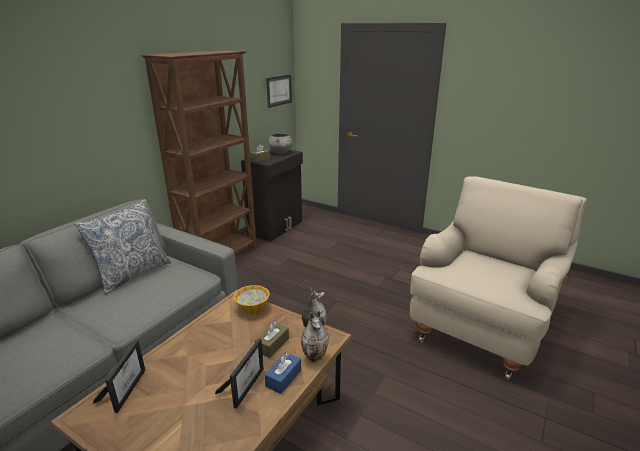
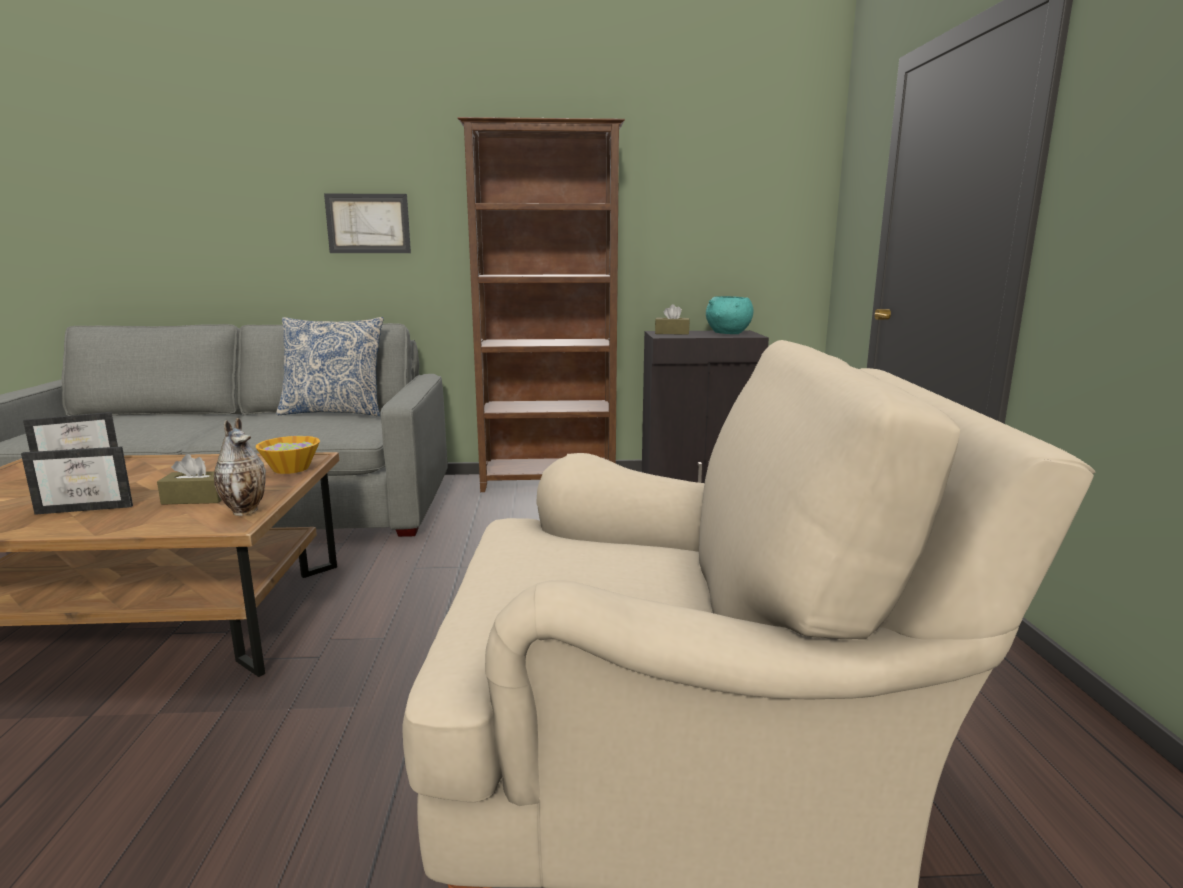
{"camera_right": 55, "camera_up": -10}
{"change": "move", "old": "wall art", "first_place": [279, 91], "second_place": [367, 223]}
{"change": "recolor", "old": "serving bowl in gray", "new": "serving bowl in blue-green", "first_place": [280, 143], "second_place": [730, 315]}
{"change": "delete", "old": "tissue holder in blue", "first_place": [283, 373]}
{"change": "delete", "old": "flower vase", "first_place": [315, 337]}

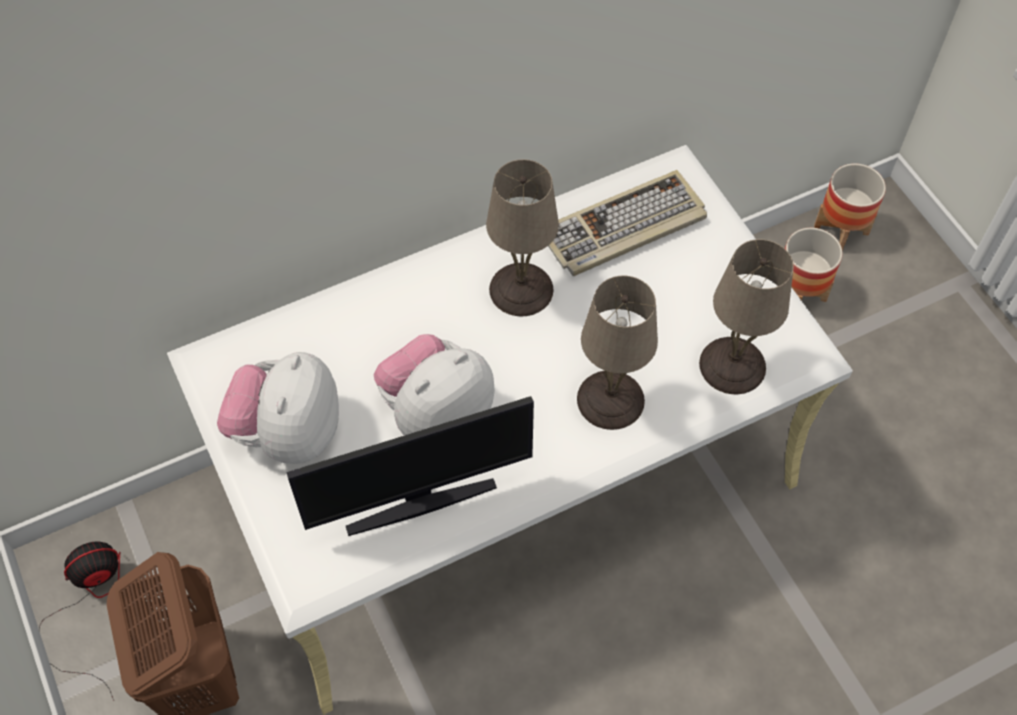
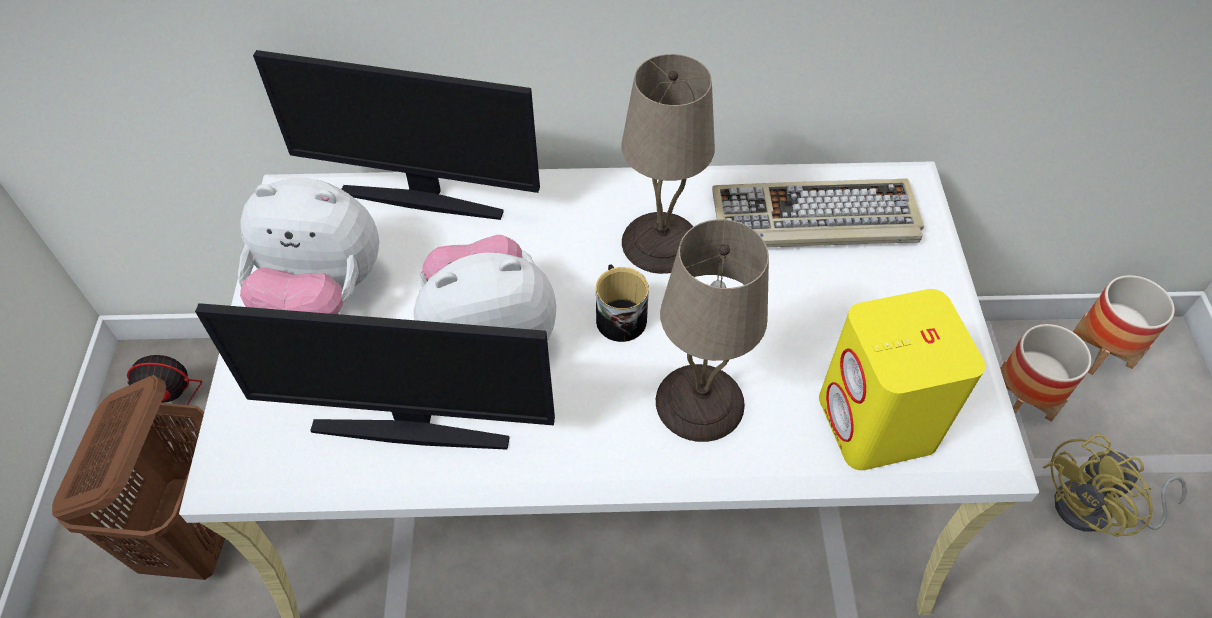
{"camera_right": 25, "camera_up": -5}
{"change": "rotate", "old": "cuddly toy", "first_place": [278, 408], "second_place": [308, 246], "degrees": -120}
{"change": "insert", "new": "monitor", "second_place": [396, 135]}
{"change": "insert", "new": "tea mug", "second_place": [622, 303]}
{"change": "replace", "old": "table lamp in beige-coloured", "new": "loudspeaker in yellowish", "first_place": [746, 316], "second_place": [902, 379]}
{"change": "insert", "new": "cooling fan in yellowish", "second_place": [1115, 485]}

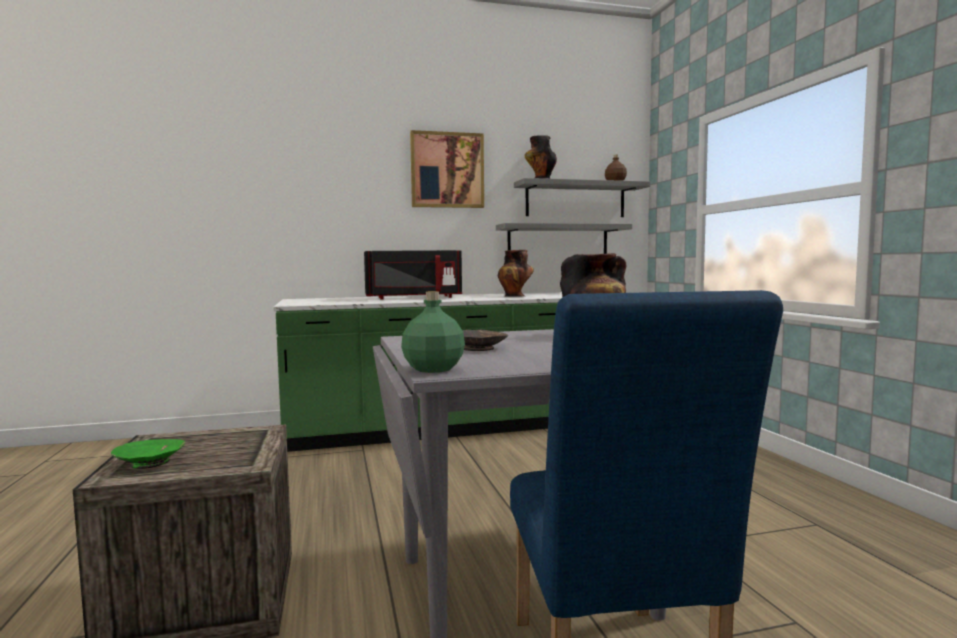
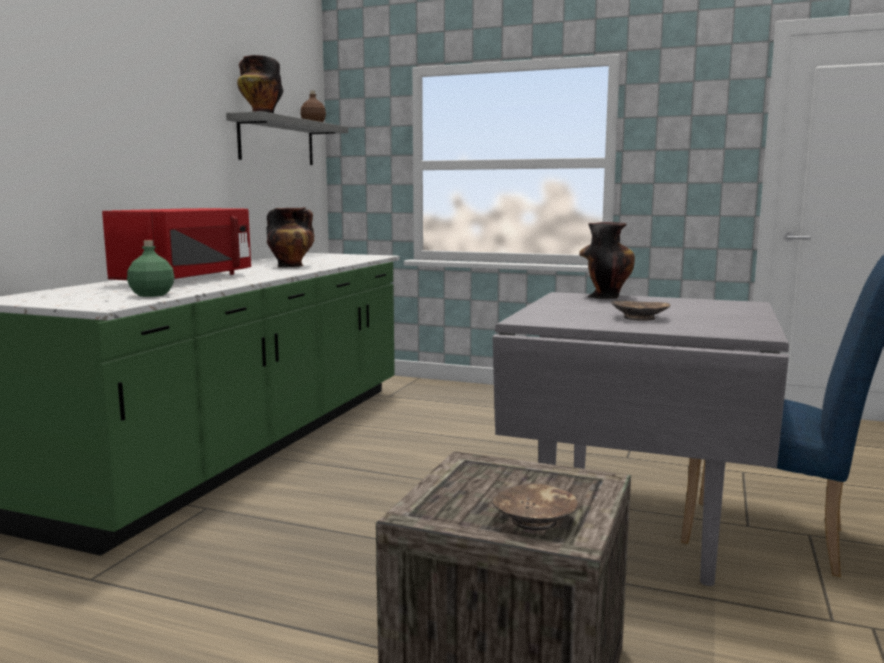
{"camera_right": -55, "camera_up": 5}
{"change": "recolor", "old": "microwave oven in blackish", "new": "microwave oven in red-coloured", "first_place": [413, 275], "second_place": [176, 244]}
{"change": "move", "old": "bottle in greenish", "first_place": [433, 332], "second_place": [151, 268]}
{"change": "recolor", "old": "serving bowl in greenish", "new": "serving bowl in brownish", "first_place": [148, 454], "second_place": [535, 506]}
{"change": "delete", "old": "wall art", "first_place": [447, 169]}
{"change": "delete", "old": "wall shelf in gray", "first_place": [564, 238]}

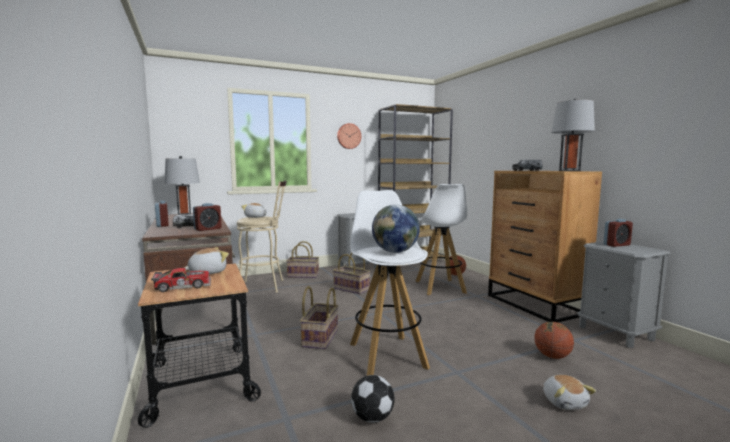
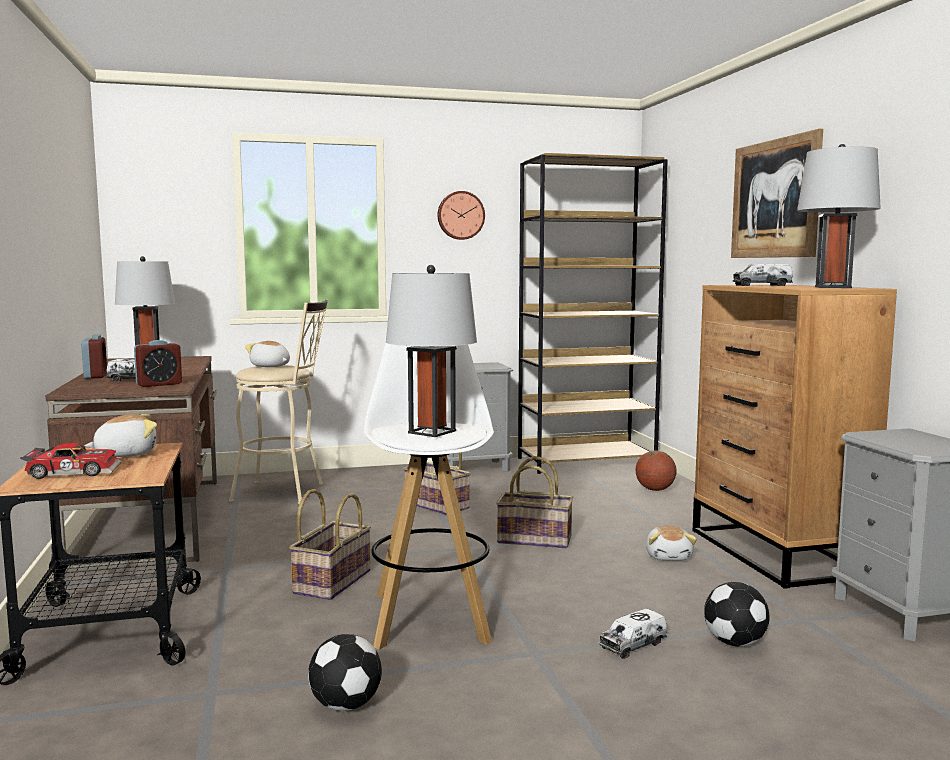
{"camera_right": 10, "camera_up": 0}
{"change": "replace", "old": "desk globe", "new": "table lamp in gray", "first_place": [396, 228], "second_place": [431, 351]}
{"change": "move", "old": "household basket", "first_place": [302, 259], "second_place": [534, 502]}
{"change": "insert", "new": "model truck", "second_place": [633, 633]}
{"change": "move", "old": "cuddly toy", "first_place": [569, 392], "second_place": [671, 543]}
{"change": "replace", "old": "ball for basketball", "new": "football ball", "first_place": [554, 340], "second_place": [737, 614]}
{"change": "insert", "new": "wall art", "second_place": [777, 193]}
{"change": "delete", "old": "stool in white-coloured", "first_place": [441, 239]}
{"change": "delete", "old": "bedside clock", "first_place": [618, 233]}

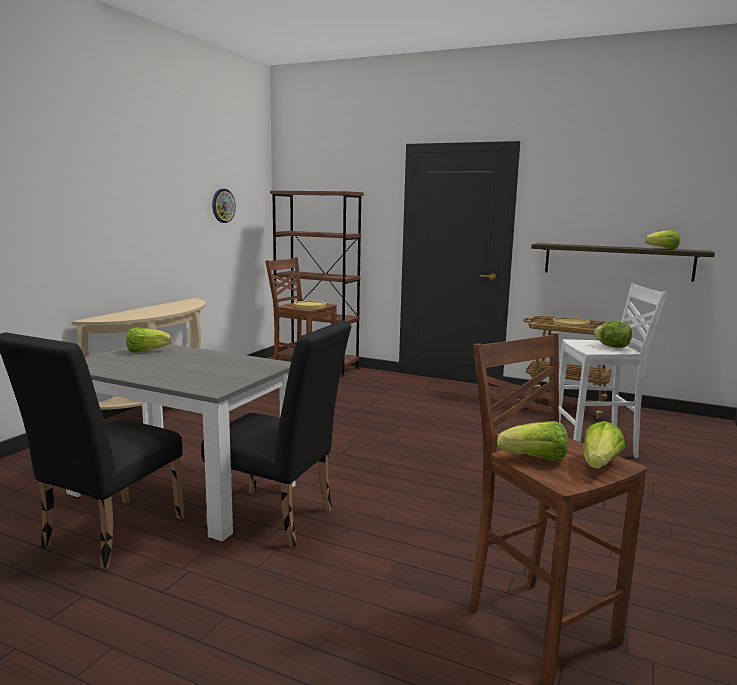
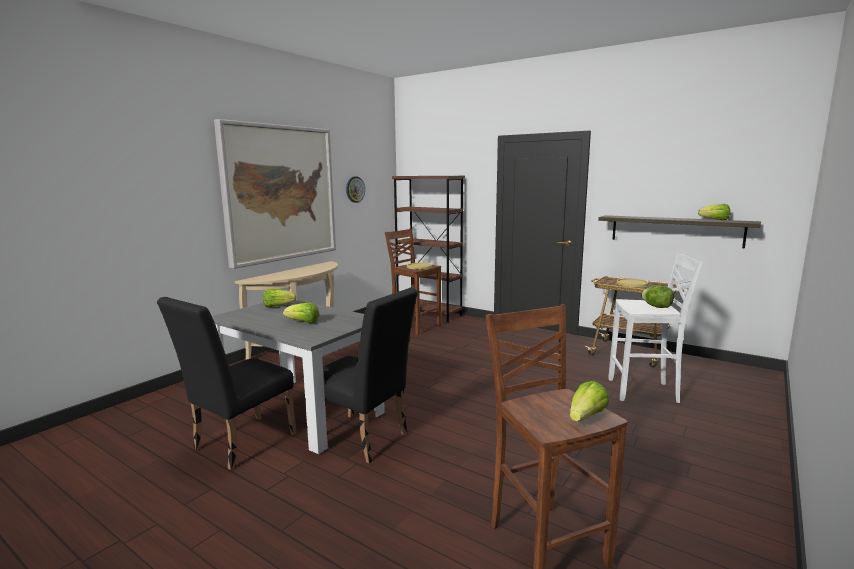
{"camera_right": 10, "camera_up": 0}
{"change": "insert", "new": "wall art", "second_place": [275, 194]}
{"change": "move", "old": "lettuce head", "first_place": [532, 441], "second_place": [301, 313]}

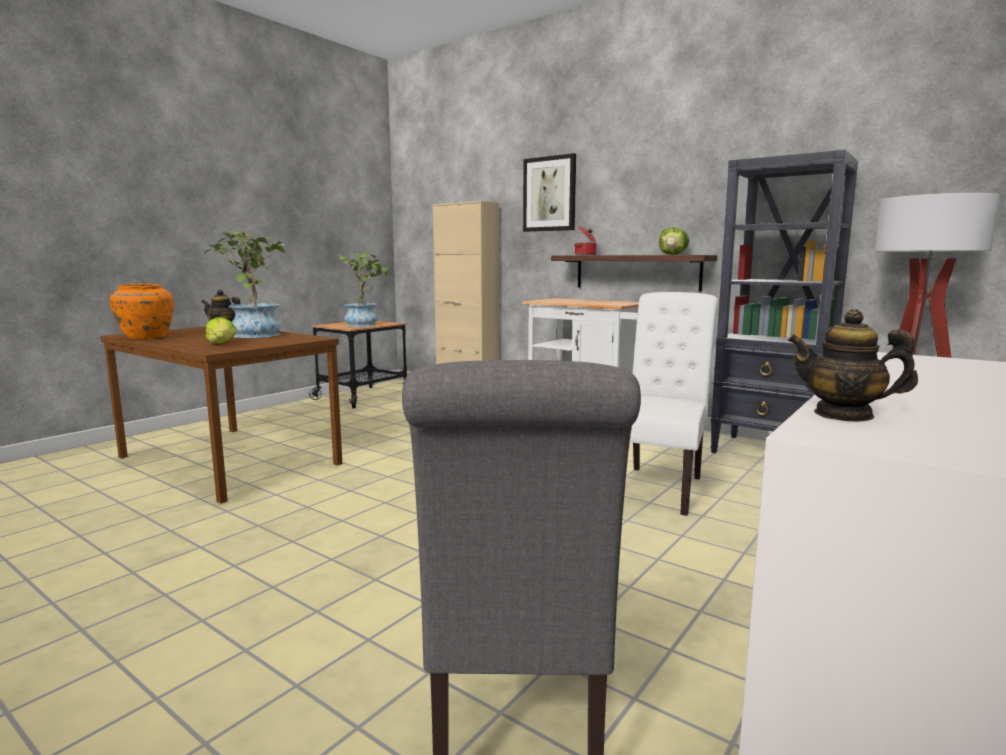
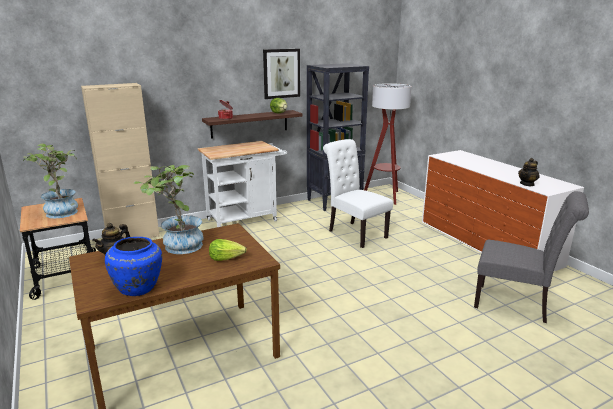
{"camera_right": -65, "camera_up": 10}
{"change": "recolor", "old": "flower vase in orangey", "new": "flower vase in blue", "first_place": [142, 312], "second_place": [133, 266]}
{"change": "move", "old": "wall art", "first_place": [549, 192], "second_place": [281, 74]}

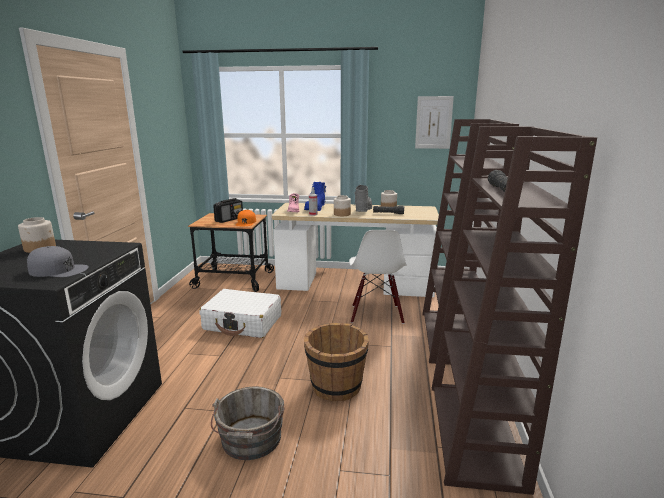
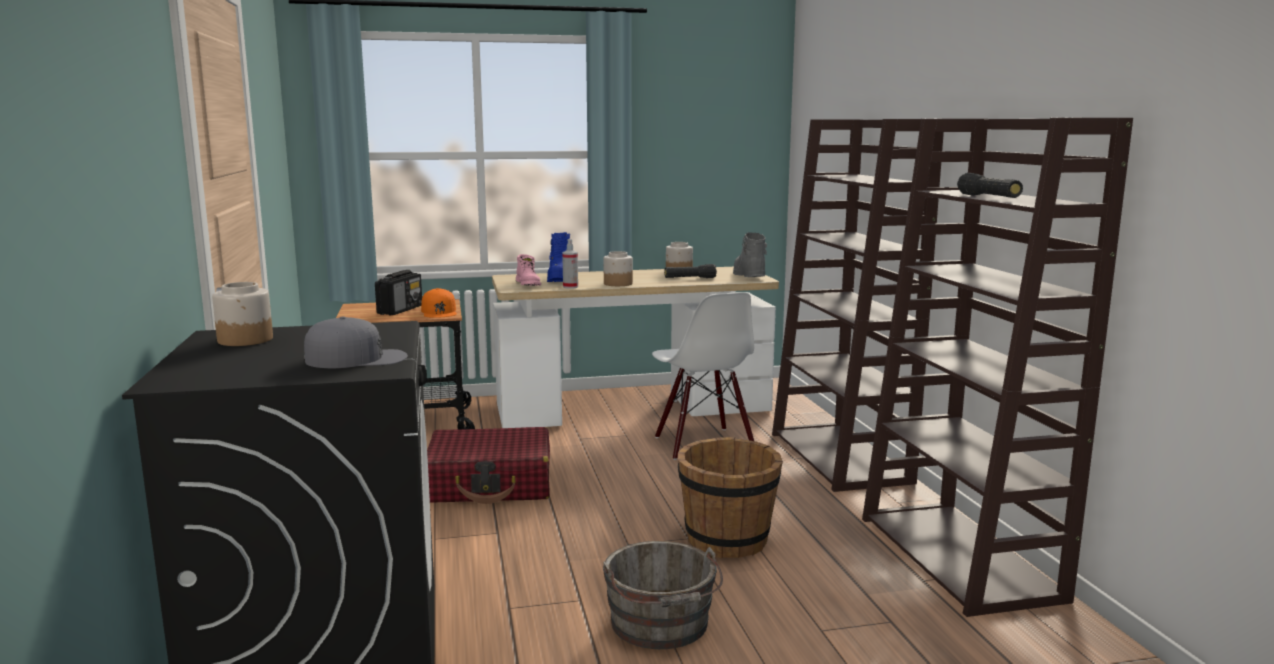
{"camera_right": -20, "camera_up": -5}
{"change": "recolor", "old": "travel case in white-coloured", "new": "travel case in red-coloured", "first_place": [240, 313], "second_place": [488, 465]}
{"change": "move", "old": "tall boot in gray", "first_place": [363, 198], "second_place": [750, 254]}
{"change": "delete", "old": "wall art", "first_place": [434, 122]}

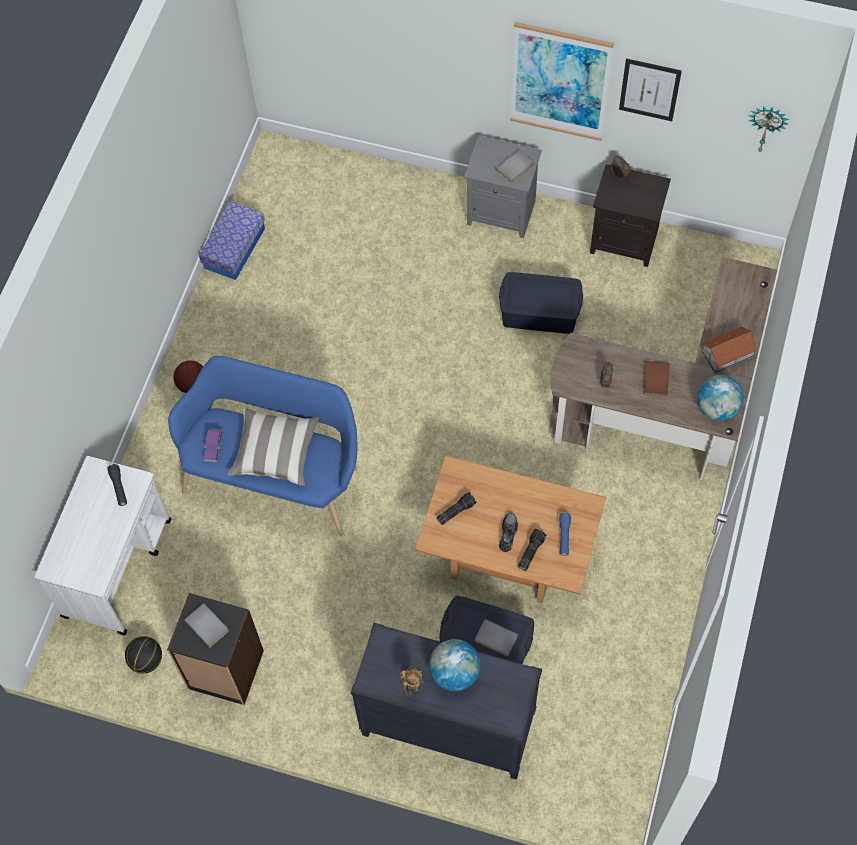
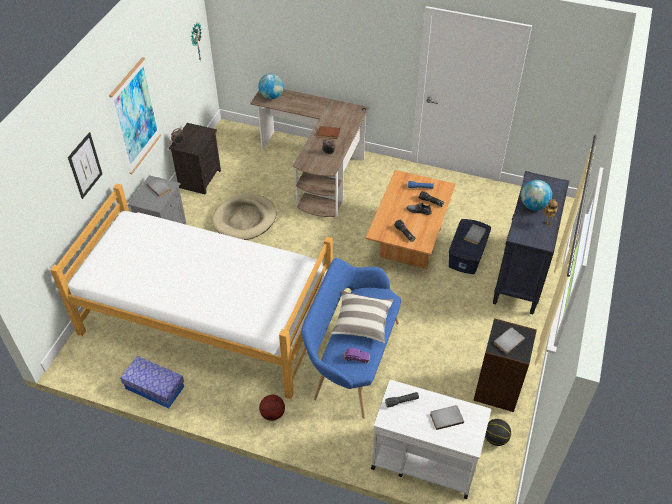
{"camera_right": -90, "camera_up": -15}
{"change": "insert", "new": "sleeping bed", "second_place": [191, 291]}
{"change": "move", "old": "wall art", "first_place": [650, 89], "second_place": [85, 165]}
{"change": "replace", "old": "storage bin in blue", "new": "pet bed in beige-coloured", "first_place": [541, 303], "second_place": [244, 217]}
{"change": "move", "old": "desk globe", "first_place": [720, 398], "second_place": [271, 86]}
{"change": "insert", "new": "bound book in gray", "second_place": [447, 417]}
{"change": "delete", "old": "model house", "first_place": [729, 350]}

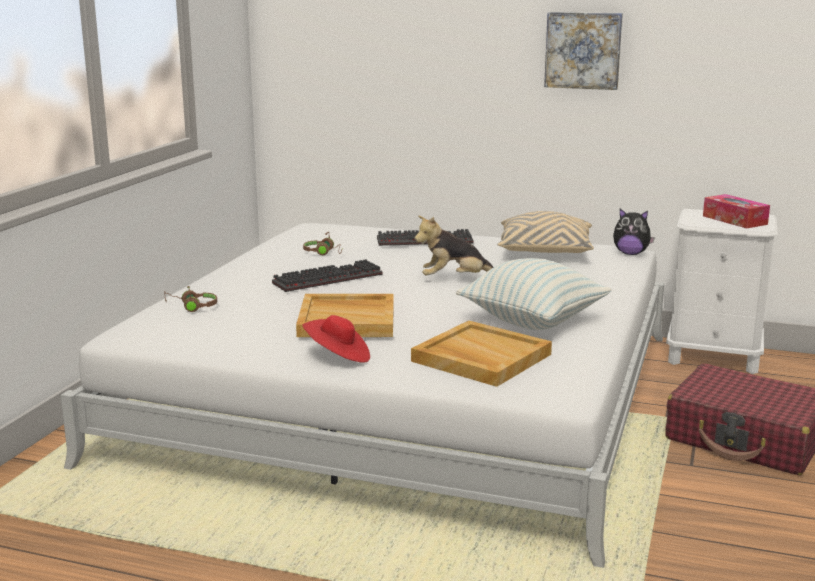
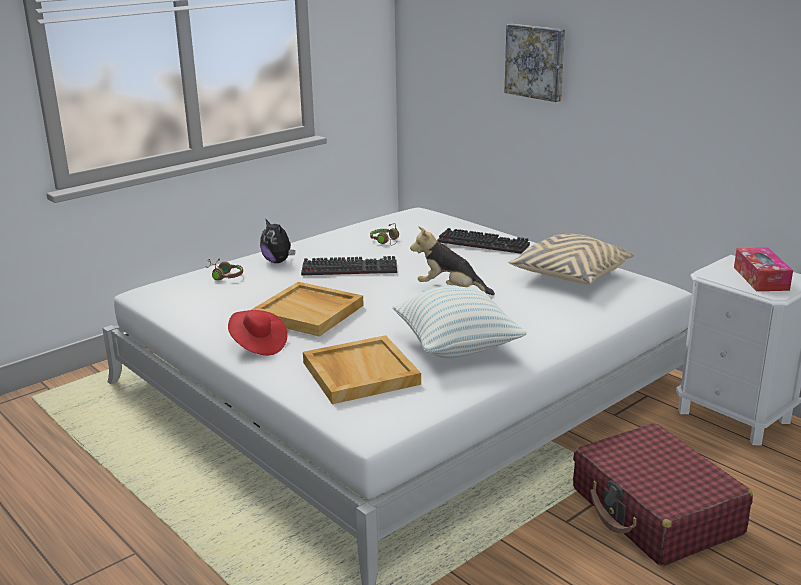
{"camera_right": 30, "camera_up": 5}
{"change": "move", "old": "cuddly toy", "first_place": [634, 232], "second_place": [277, 241]}
{"change": "move", "old": "wall art", "first_place": [583, 51], "second_place": [534, 63]}

